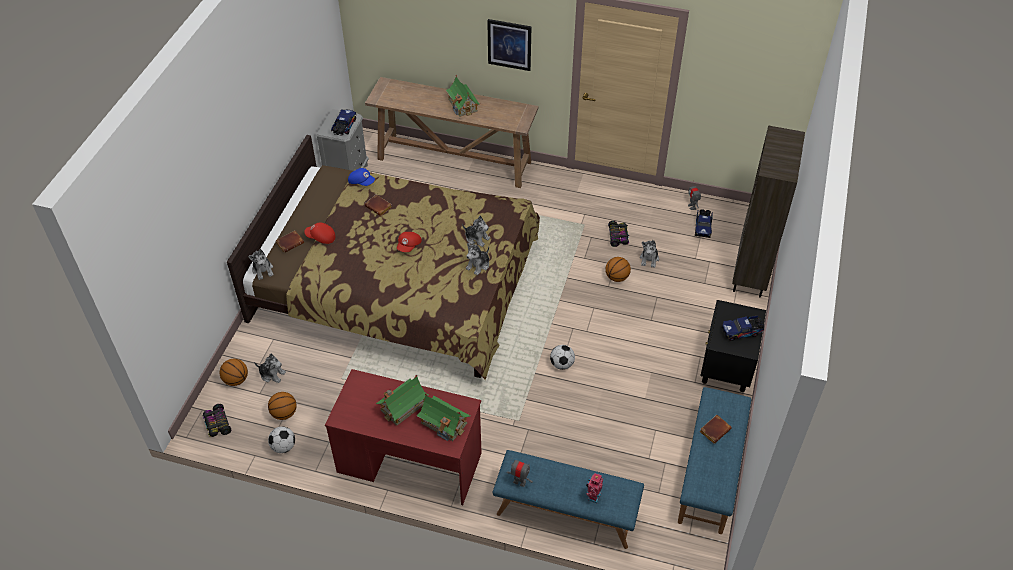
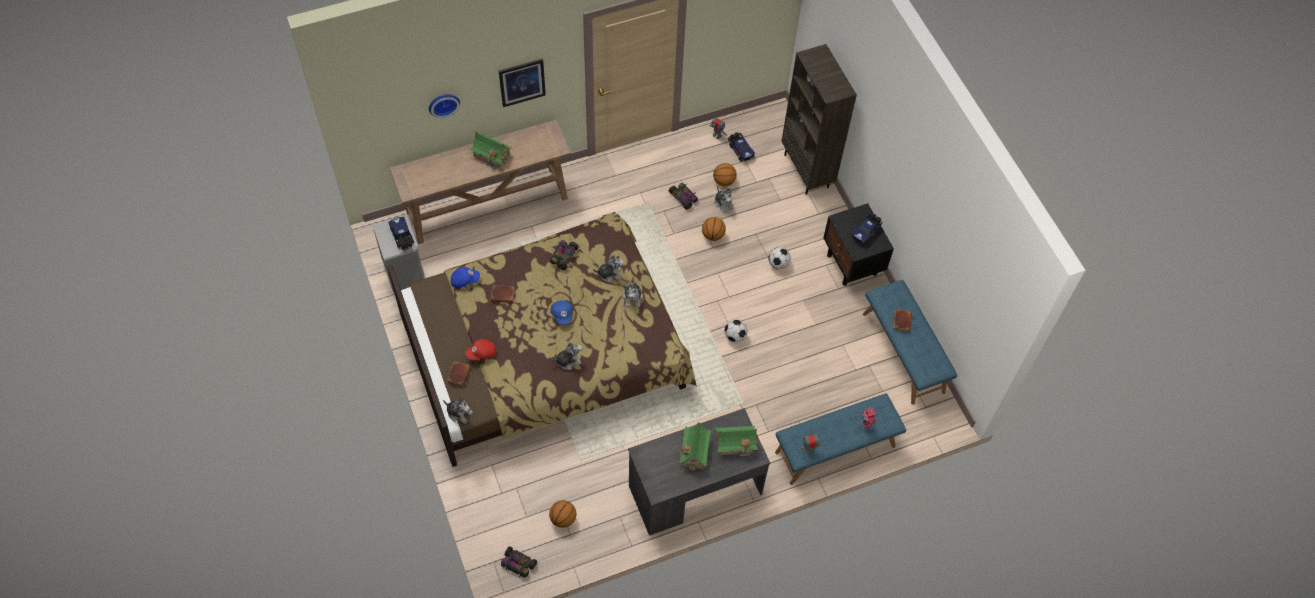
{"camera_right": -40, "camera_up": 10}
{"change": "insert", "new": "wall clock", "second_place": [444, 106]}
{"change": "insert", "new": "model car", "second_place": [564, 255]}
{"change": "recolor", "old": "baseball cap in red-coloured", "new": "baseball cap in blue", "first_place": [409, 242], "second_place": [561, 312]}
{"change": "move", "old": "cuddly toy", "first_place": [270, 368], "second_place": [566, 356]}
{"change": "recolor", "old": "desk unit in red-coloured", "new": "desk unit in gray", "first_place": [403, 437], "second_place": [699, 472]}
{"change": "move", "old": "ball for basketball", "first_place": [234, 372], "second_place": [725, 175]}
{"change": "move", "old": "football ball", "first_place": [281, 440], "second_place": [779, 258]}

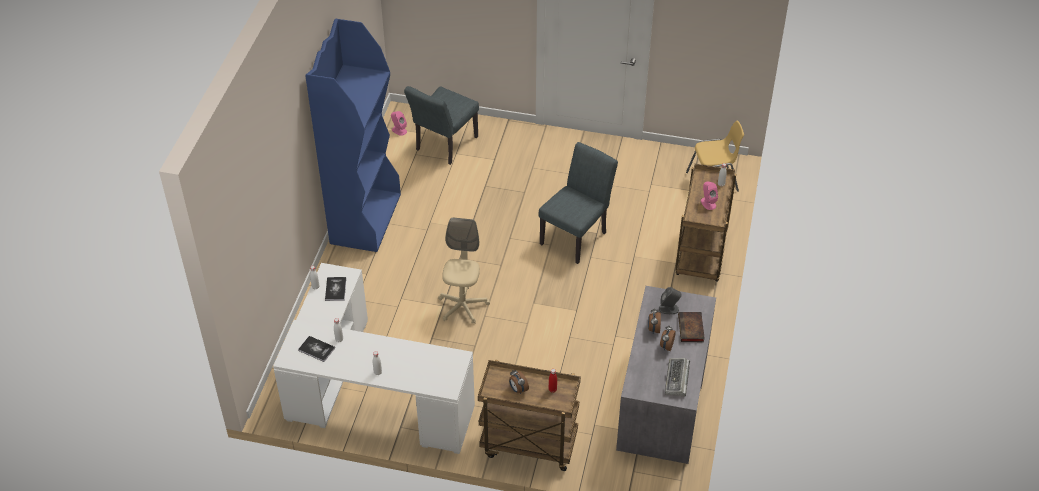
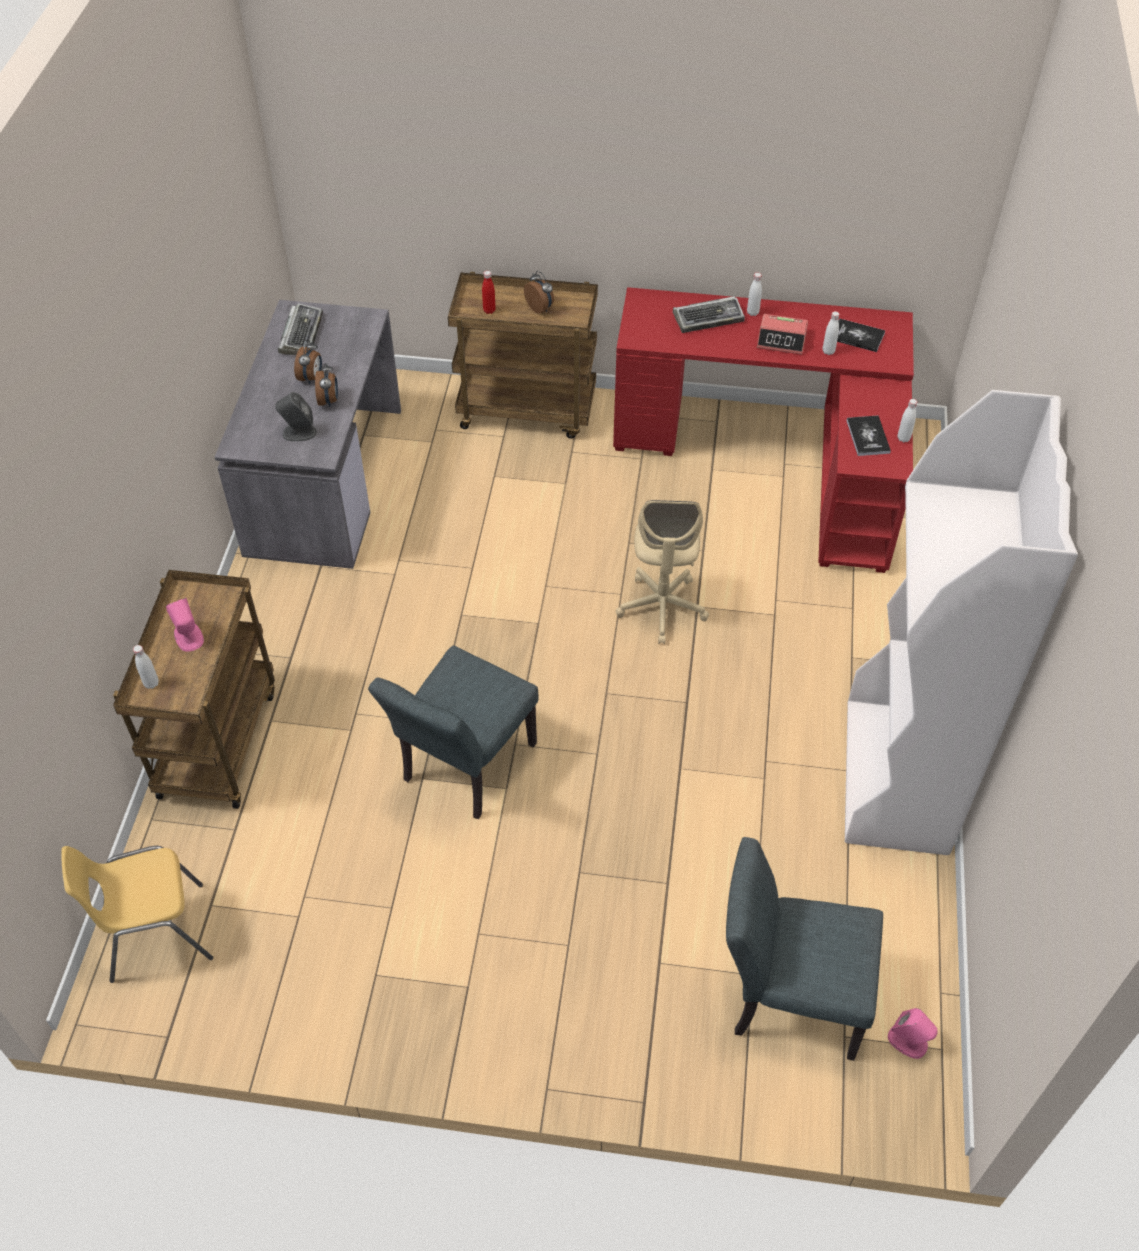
{"camera_right": 175, "camera_up": 5}
{"change": "recolor", "old": "desk unit in white-coloured", "new": "desk unit in red-coloured", "first_place": [374, 358], "second_place": [763, 430]}
{"change": "insert", "new": "PC keyboard", "second_place": [709, 314]}
{"change": "rotate", "old": "upright chair in gray", "first_place": [441, 125], "second_place": [804, 949], "degrees": -105}
{"change": "insert", "new": "bedside clock", "second_place": [782, 334]}
{"change": "recolor", "old": "bookshelf in blue", "new": "bookshelf in white-coloured", "first_place": [353, 135], "second_place": [961, 622]}
{"change": "delete", "old": "bound book", "first_place": [691, 327]}

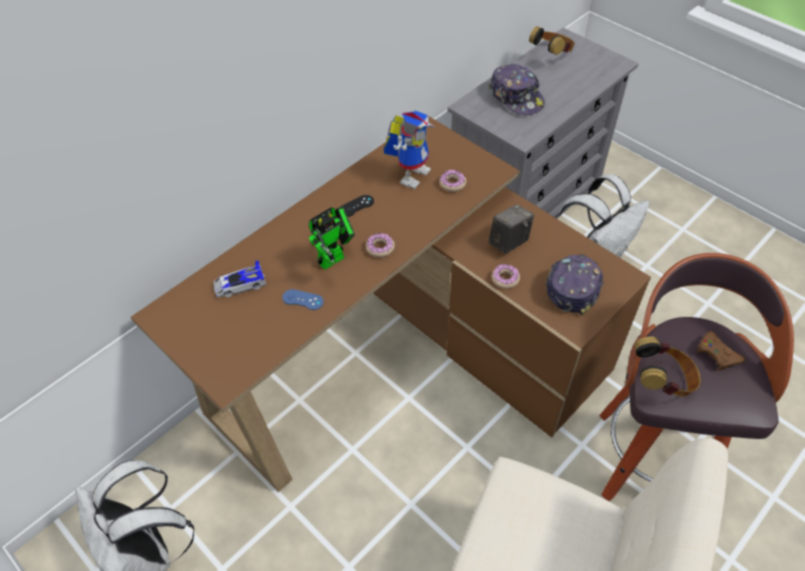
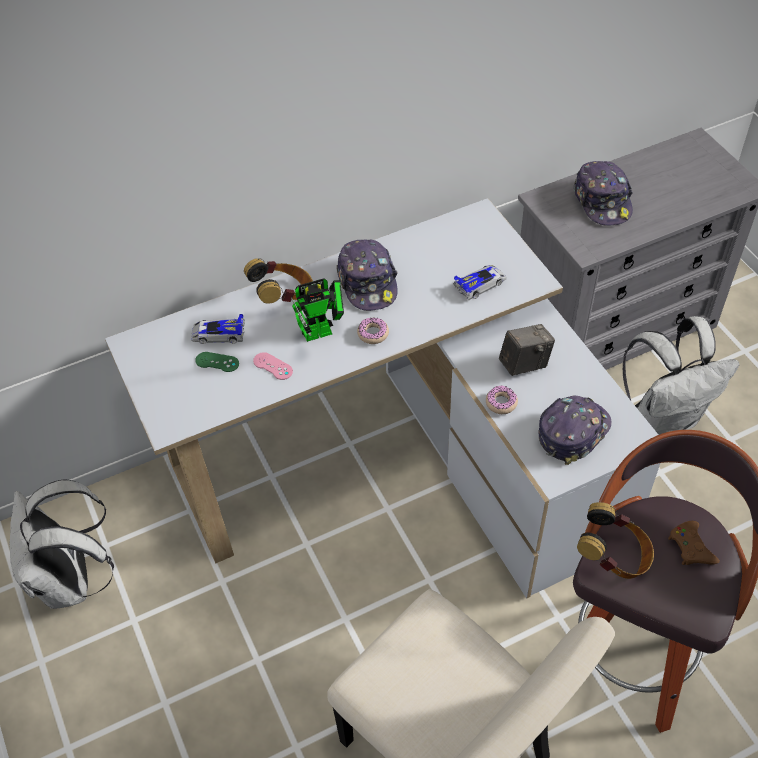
{"camera_right": 20, "camera_up": 0}
{"change": "recolor", "old": "desk unit in brownish", "new": "desk unit in white-coloured", "first_place": [391, 304], "second_place": [382, 398]}
{"change": "insert", "new": "joypad in greenish", "second_place": [217, 362]}
{"change": "move", "old": "pair of headphones", "first_place": [552, 40], "second_place": [278, 281]}
{"change": "recolor", "old": "joypad in blue", "new": "joypad in pink-coloured", "first_place": [303, 299], "second_place": [273, 366]}
{"change": "replace", "old": "joypad in blackish", "new": "baseball cap", "first_place": [357, 206], "second_place": [367, 275]}
{"change": "replace", "old": "ring doughnut", "new": "model car", "first_place": [452, 181], "second_place": [480, 282]}
{"change": "delete", "old": "model robot", "first_place": [409, 149]}

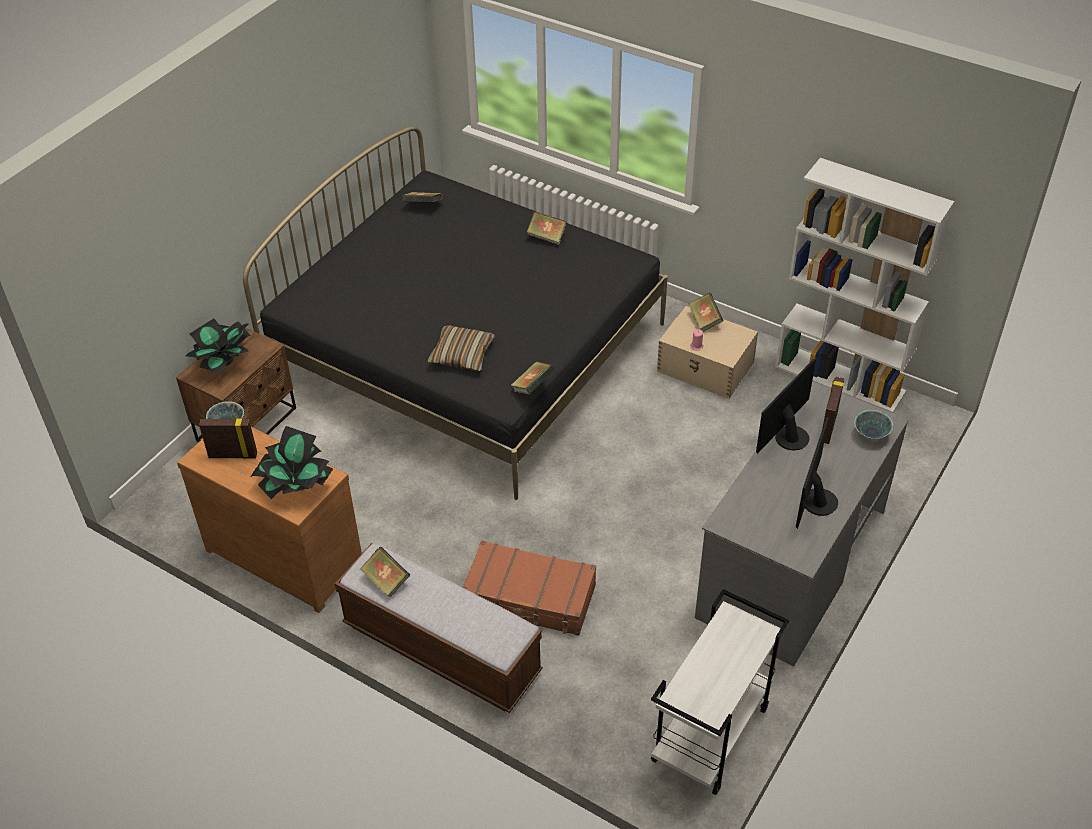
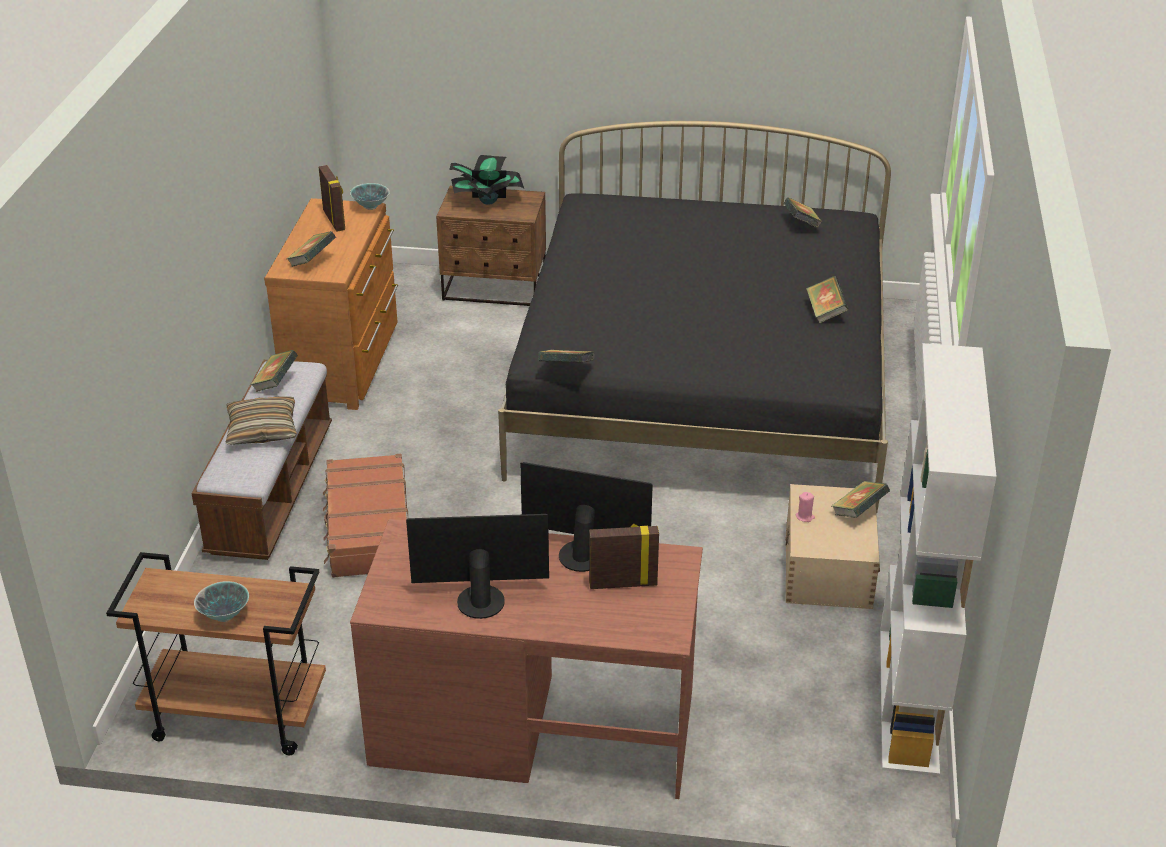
{"camera_right": 65, "camera_up": -10}
{"change": "recolor", "old": "cart in white-coloured", "new": "cart in brownish", "first_place": [719, 692], "second_place": [216, 653]}
{"change": "move", "old": "serving bowl", "first_place": [873, 425], "second_place": [221, 601]}
{"change": "move", "old": "throw pillow", "first_place": [461, 348], "second_place": [261, 420]}
{"change": "replace", "old": "houseplant", "new": "bound book", "first_place": [292, 463], "second_place": [311, 249]}
{"change": "recolor", "old": "desk unit in gray", "new": "desk unit in brownish", "first_place": [801, 524], "second_place": [526, 659]}

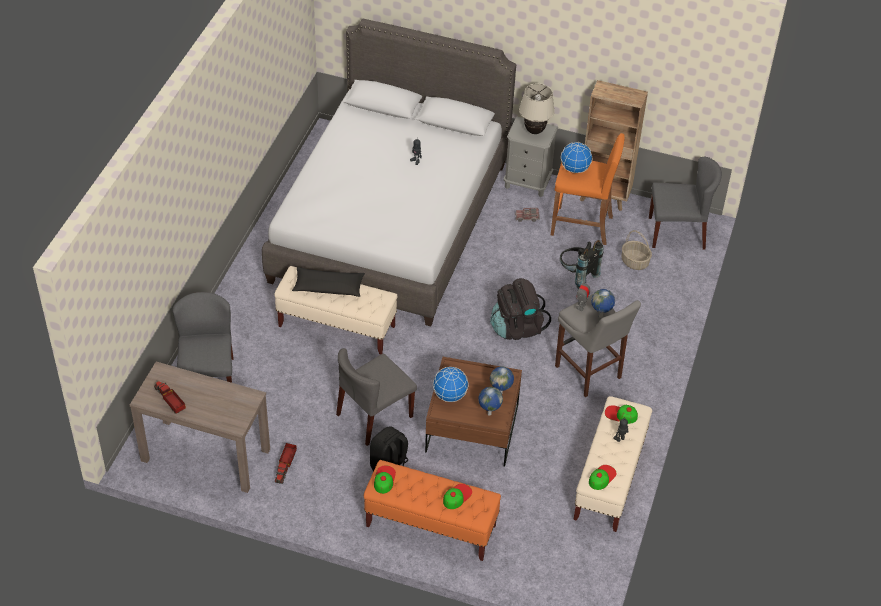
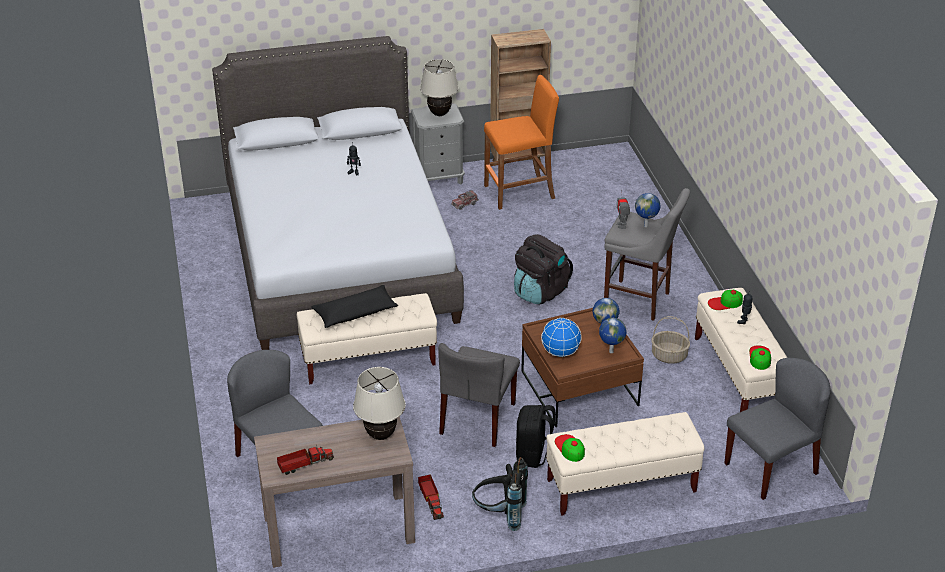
{"camera_right": -30, "camera_up": -10}
{"change": "rotate", "old": "model truck", "first_place": [170, 397], "second_place": [305, 459], "degrees": 135}
{"change": "insert", "new": "table lamp in beige-coloured", "second_place": [379, 403]}
{"change": "move", "old": "backpack in blackish", "first_place": [581, 264], "second_place": [500, 494]}
{"change": "recolor", "old": "long seat in orangey", "new": "long seat in beige-coloured", "first_place": [432, 510], "second_place": [625, 464]}
{"change": "move", "old": "household basket", "first_place": [637, 250], "second_place": [670, 340]}
{"change": "move", "old": "upright chair in gray", "first_place": [685, 203], "second_place": [777, 429]}
{"change": "delete", "old": "baseball cap", "first_place": [457, 496]}
{"change": "delete", "old": "desk globe", "first_place": [576, 157]}

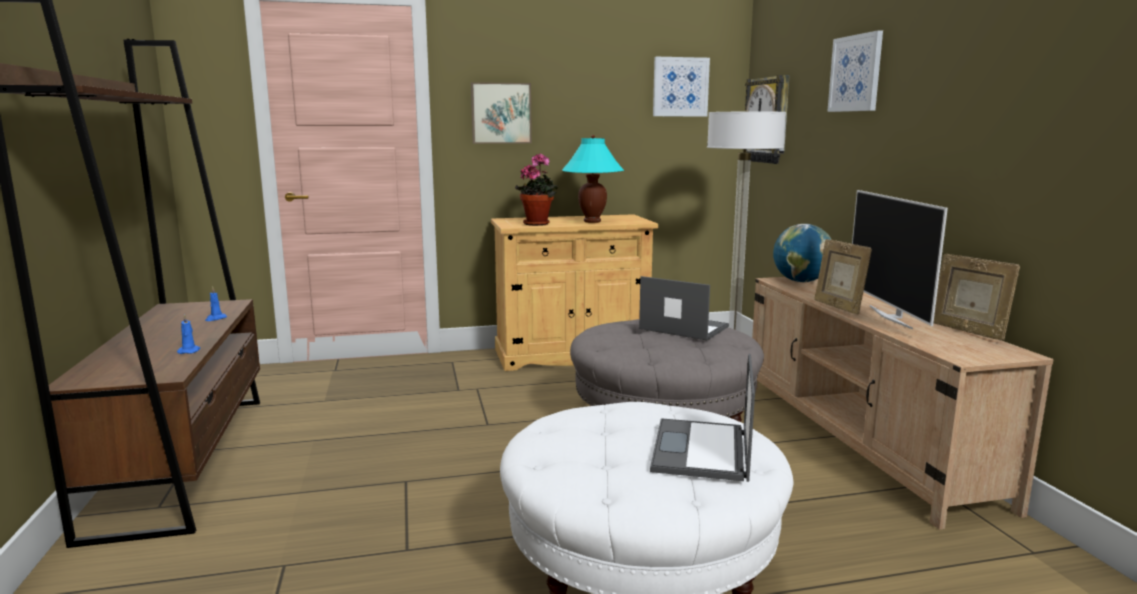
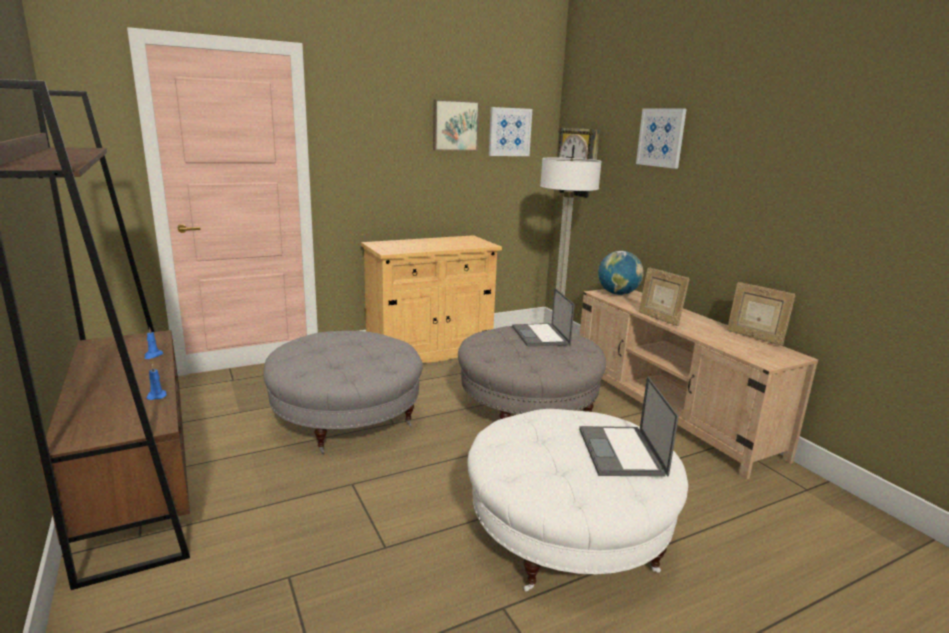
{"camera_right": -15, "camera_up": 5}
{"change": "insert", "new": "footrest in gray", "second_place": [343, 392]}
{"change": "move", "old": "wall art", "first_place": [501, 113], "second_place": [456, 125]}
{"change": "rotate", "old": "notebook computer", "first_place": [684, 308], "second_place": [543, 317], "degrees": -120}
{"change": "delete", "old": "houseplant", "first_place": [536, 189]}
{"change": "delete", "old": "table lamp in blue-green", "first_place": [593, 179]}
{"change": "delete", "old": "TV", "first_place": [900, 259]}

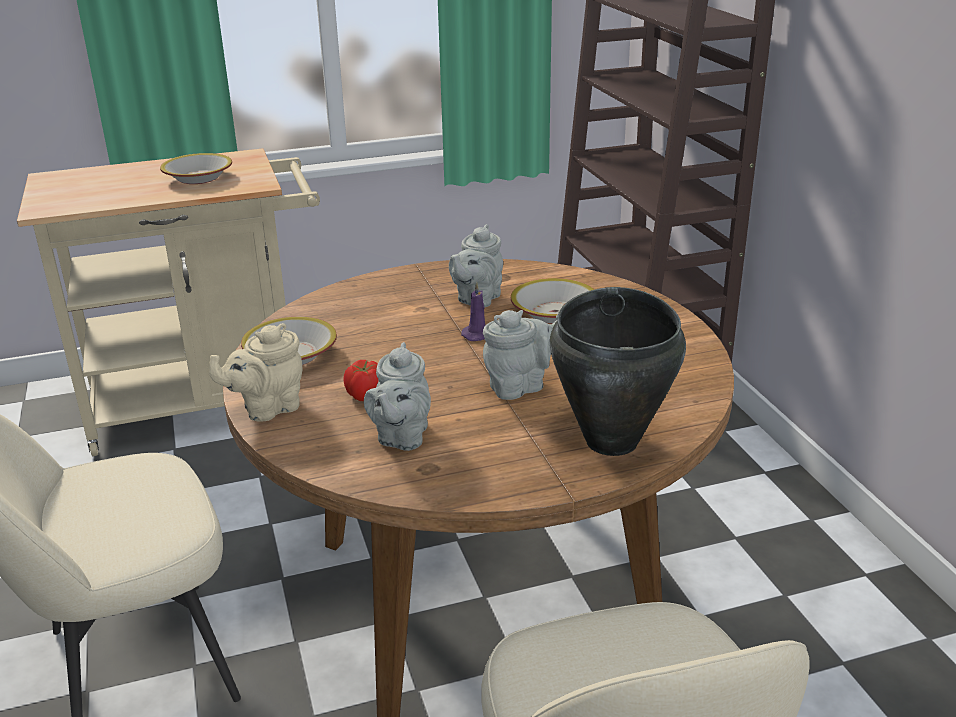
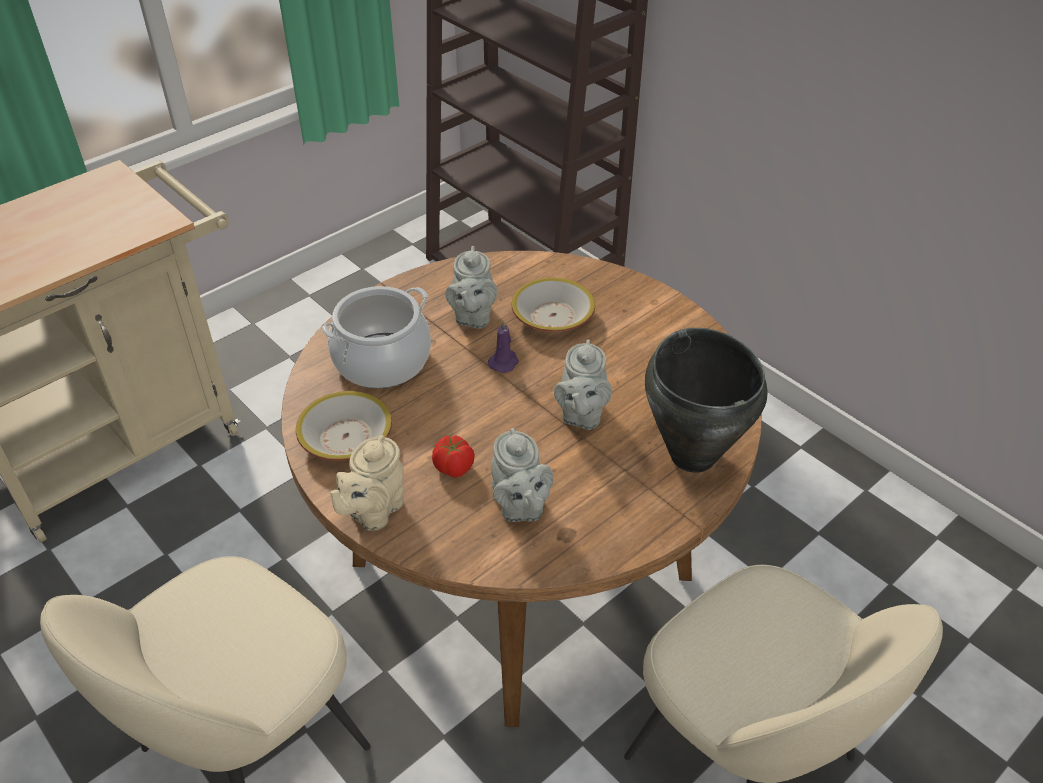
{"camera_right": -25, "camera_up": 15}
{"change": "insert", "new": "saucepot", "second_place": [376, 337]}
{"change": "rotate", "old": "teapot in gray", "first_place": [520, 355], "second_place": [583, 384], "degrees": 150}
{"change": "delete", "old": "serving bowl", "first_place": [196, 168]}

